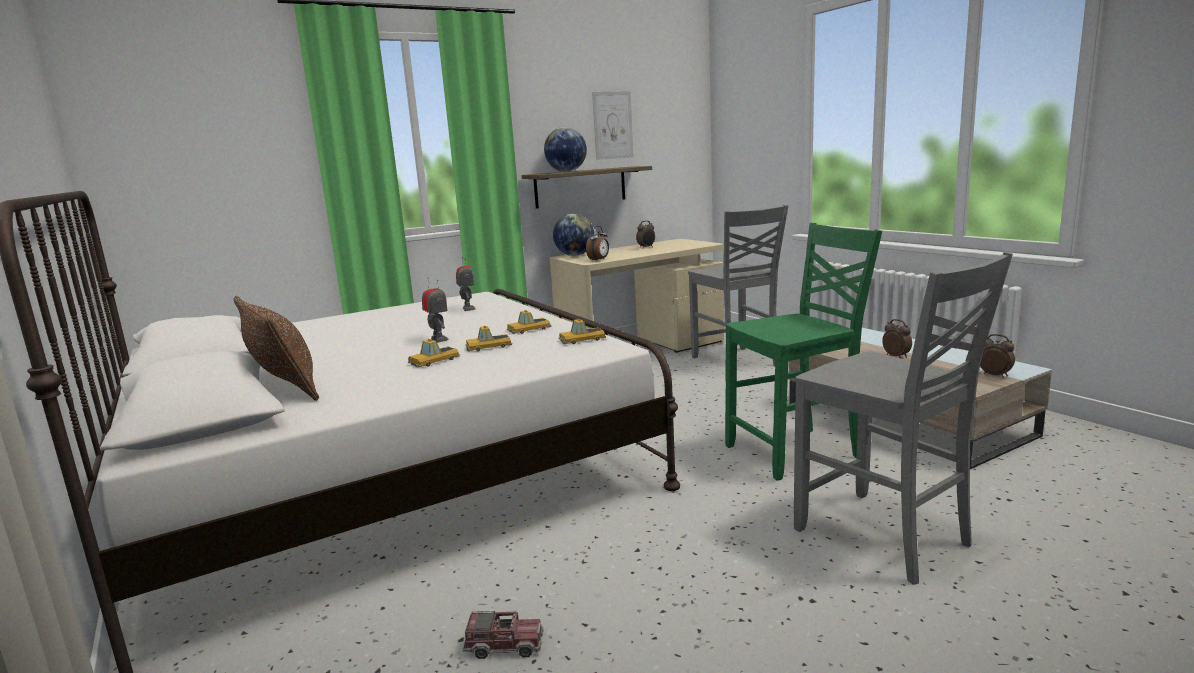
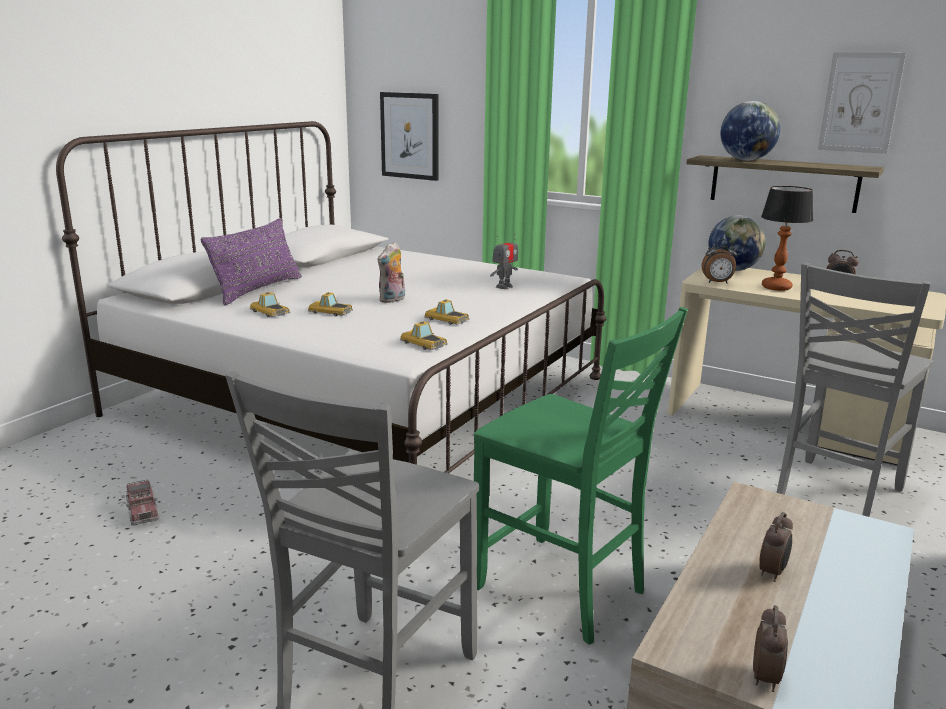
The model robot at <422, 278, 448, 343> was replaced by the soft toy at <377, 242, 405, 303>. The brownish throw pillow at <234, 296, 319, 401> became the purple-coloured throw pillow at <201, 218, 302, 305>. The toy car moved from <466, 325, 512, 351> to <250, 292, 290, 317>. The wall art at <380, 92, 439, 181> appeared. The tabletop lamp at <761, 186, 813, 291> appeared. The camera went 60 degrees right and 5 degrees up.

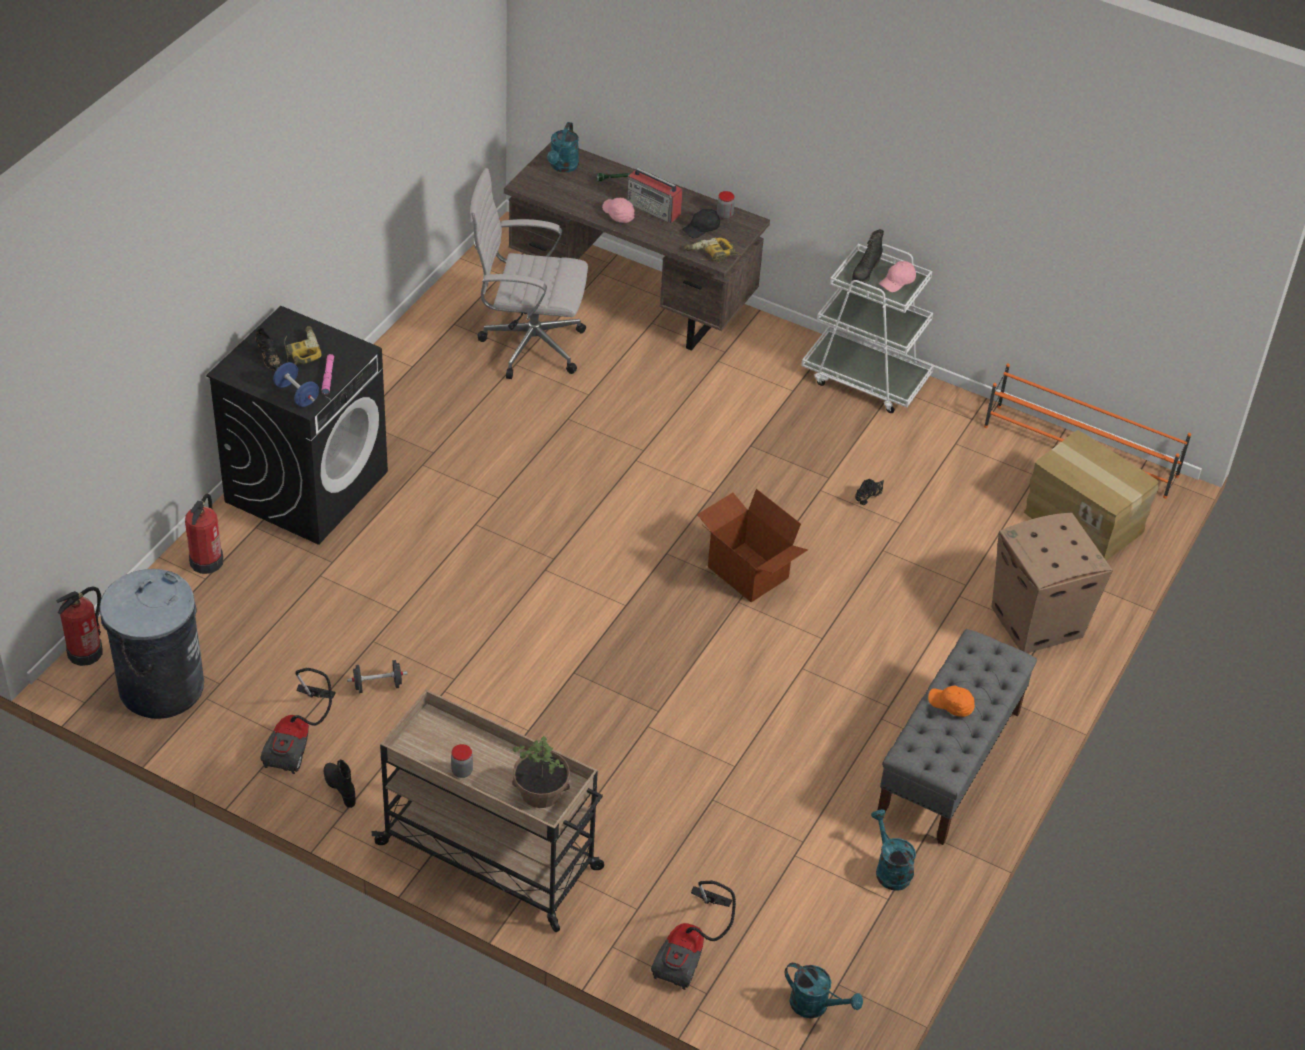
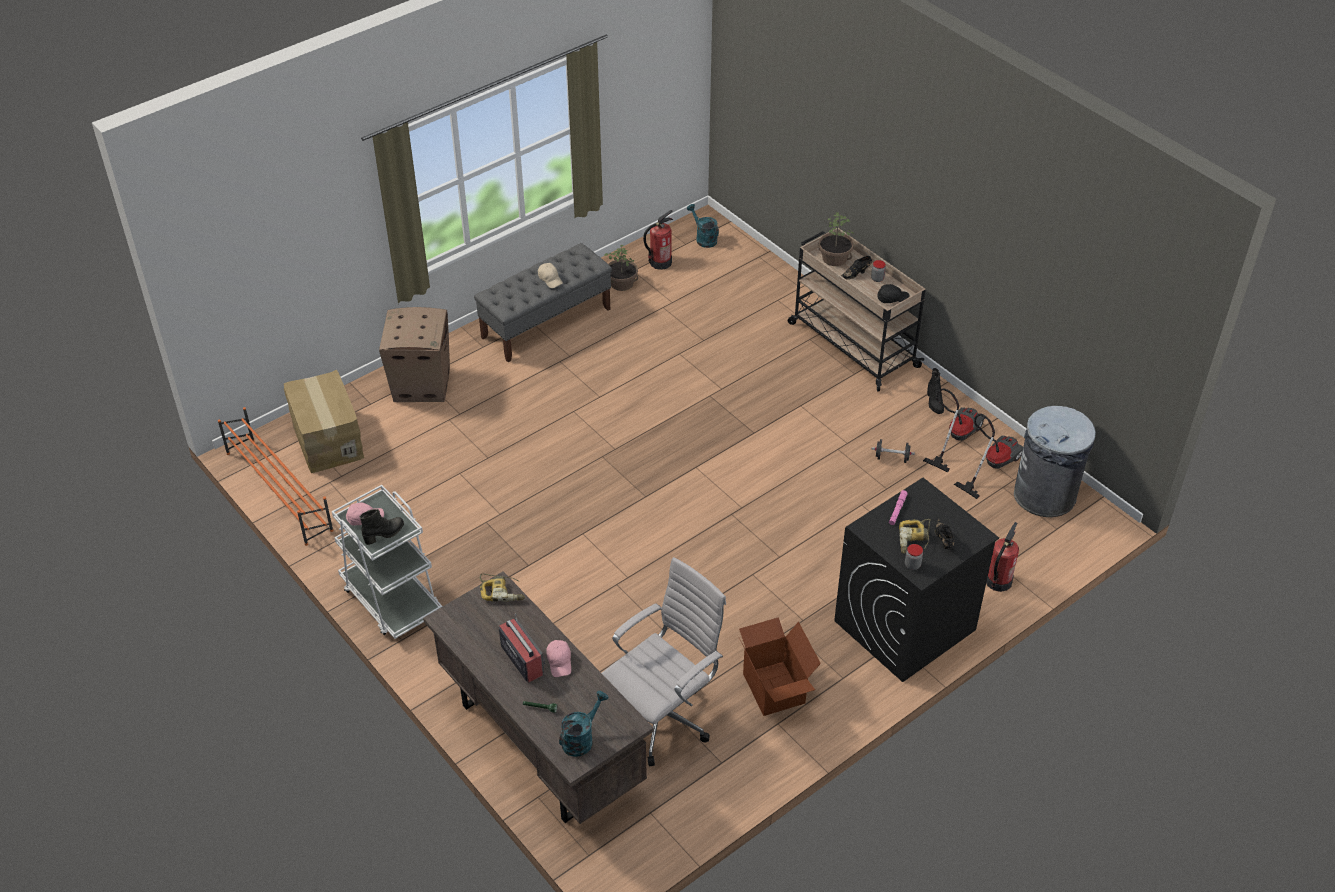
The white office chair at <469, 168, 588, 379> turned 75 degrees counterclockwise. The jar moved from <717, 191, 735, 219> to <905, 544, 923, 570>. The black peaked cap moved from <682, 209, 720, 238> to <877, 284, 910, 303>. The bluish free weight at <273, 362, 319, 407> disappeared. The black low shoe moved from <855, 479, 884, 505> to <841, 256, 872, 280>. The cardboard box moved from <697, 489, 808, 602> to <739, 617, 821, 716>. The fire-fighting cylinder moved from <56, 586, 102, 666> to <643, 210, 673, 270>. The orangey peaked cap at <928, 685, 975, 717> became the beige peaked cap at <538, 263, 563, 288>. The turquoise watering pot at <871, 809, 916, 891> was replaced by the houseplant at <605, 244, 638, 291>. The vacuum cleaner moved from <651, 880, 736, 990> to <954, 414, 1023, 499>. The camera went 155 degrees left and 0 degrees up.

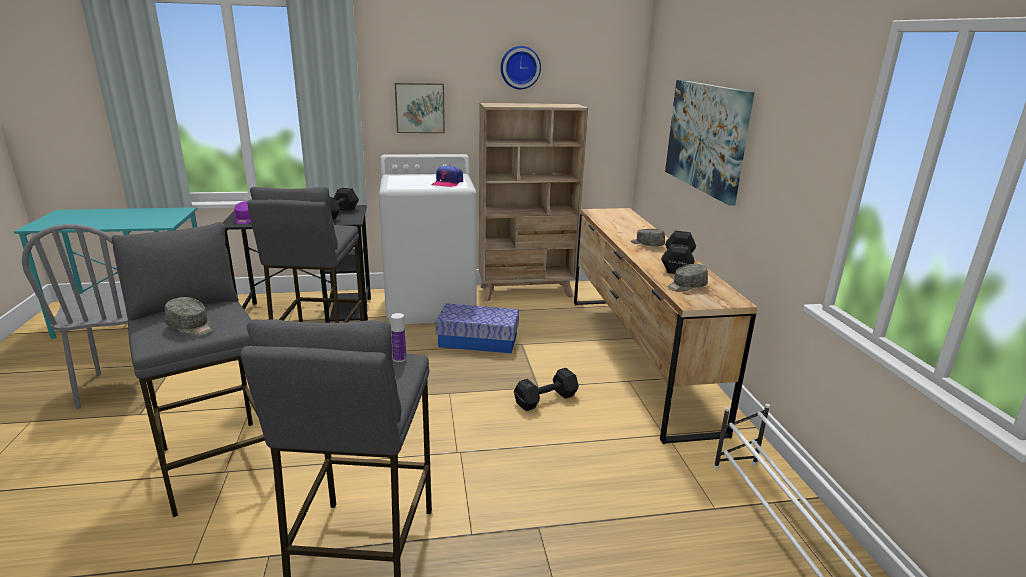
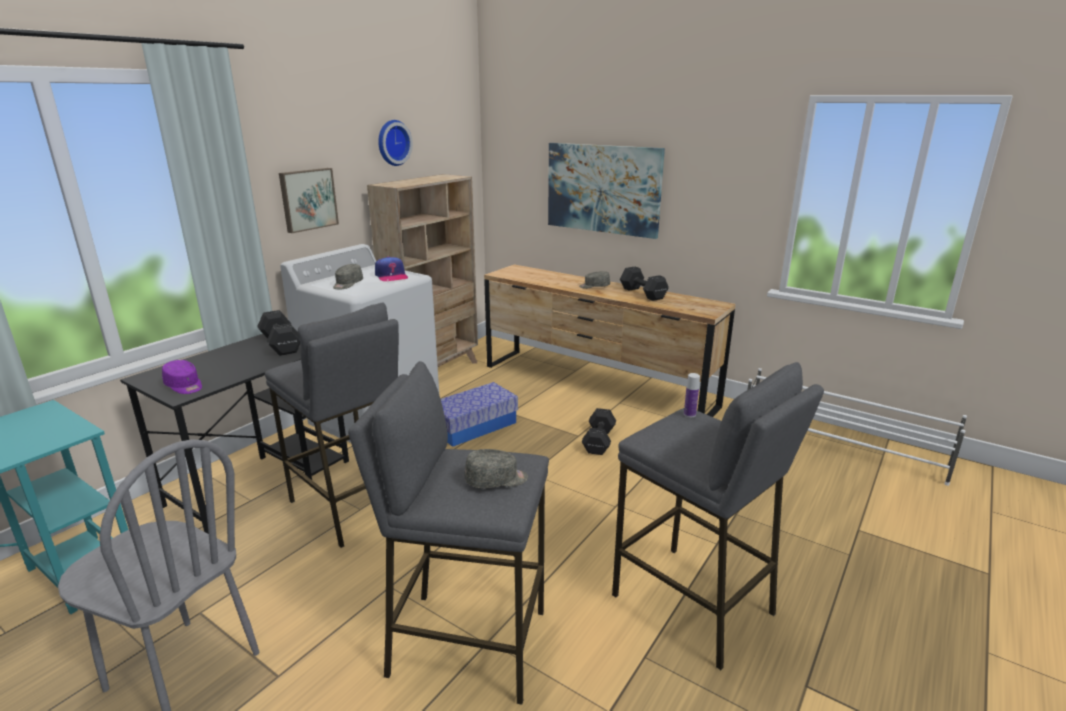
The greyish peaked cap moved from <668, 264, 708, 292> to <333, 264, 363, 289>. The camera went 45 degrees left and 0 degrees up.

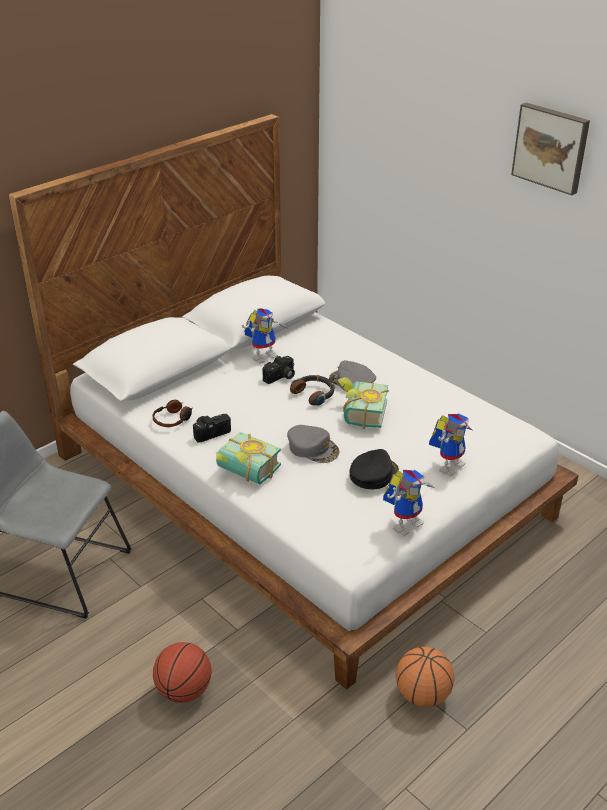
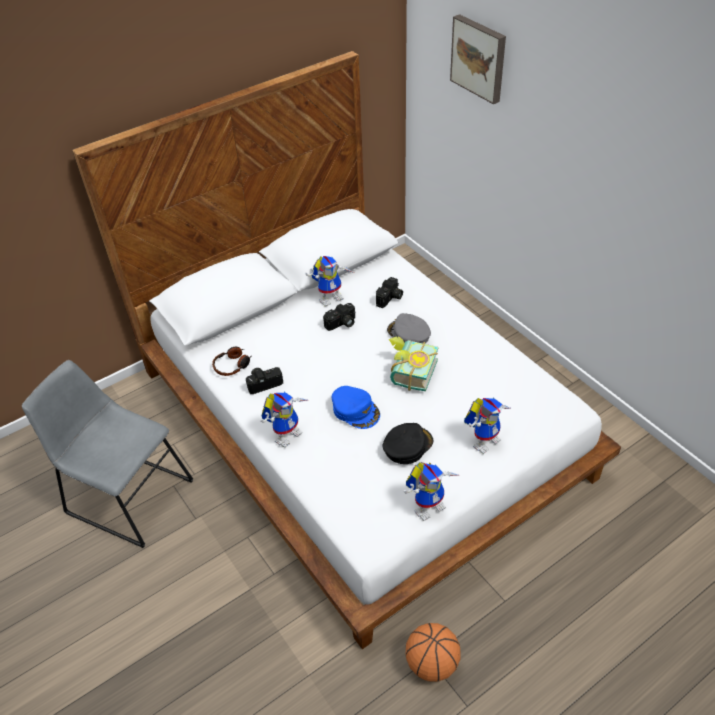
The wall art moved from <511, 102, 590, 195> to <450, 14, 506, 104>. The headset at <290, 375, 335, 406> disappeared. The greyish peaked cap at <287, 425, 339, 463> became the bluish peaked cap at <332, 386, 380, 429>. The bound book at <216, 432, 281, 484> was replaced by the model robot at <260, 392, 307, 448>. The basketball ball at <153, 642, 211, 703> disappeared. The still camera at <376, 277, 403, 308> appeared. The camera went 10 degrees right and 10 degrees up.

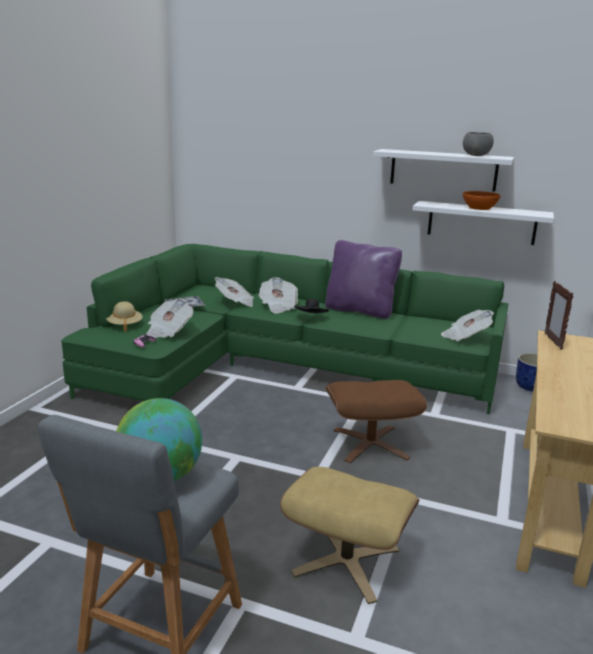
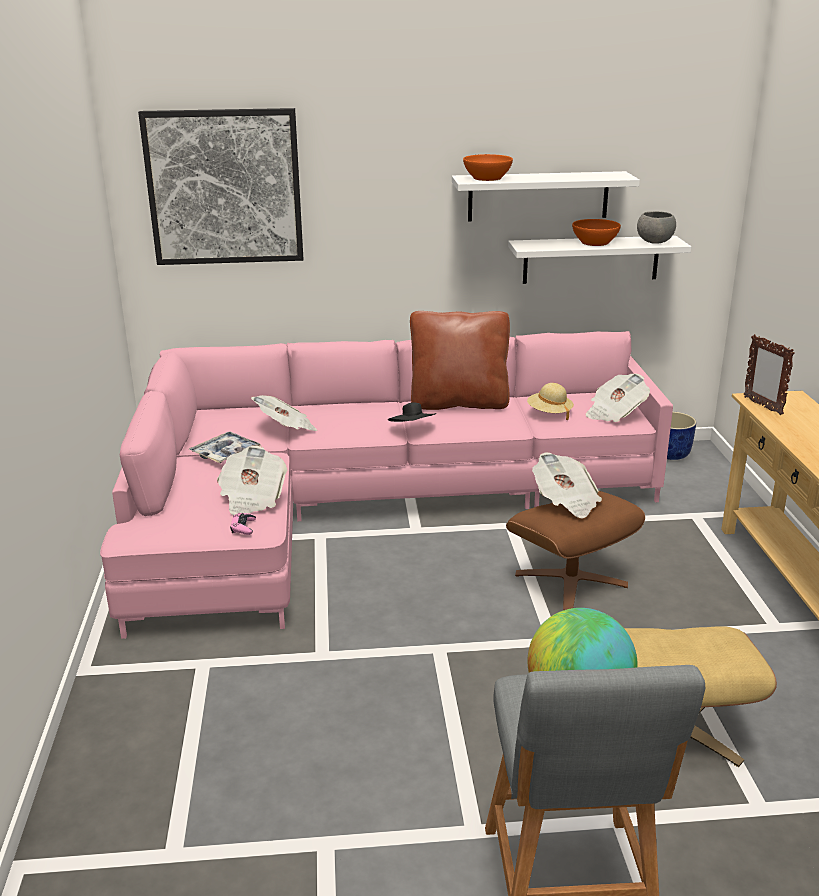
The greyish bowl moved from <463, 132, 494, 156> to <637, 211, 676, 244>. The purple-coloured throw pillow at <325, 240, 402, 319> became the brownish throw pillow at <410, 311, 510, 410>. The green-coloured sofa at <61, 244, 508, 414> became the pinkish sofa at <100, 331, 673, 639>. The newspaper moved from <258, 277, 298, 314> to <532, 452, 602, 519>. The beige wearable hat moved from <106, 301, 143, 332> to <527, 383, 574, 420>. The wall art at <138, 108, 303, 265> appeared. The orangey bowl at <463, 154, 513, 181> appeared. The camera went 25 degrees left and 5 degrees up.

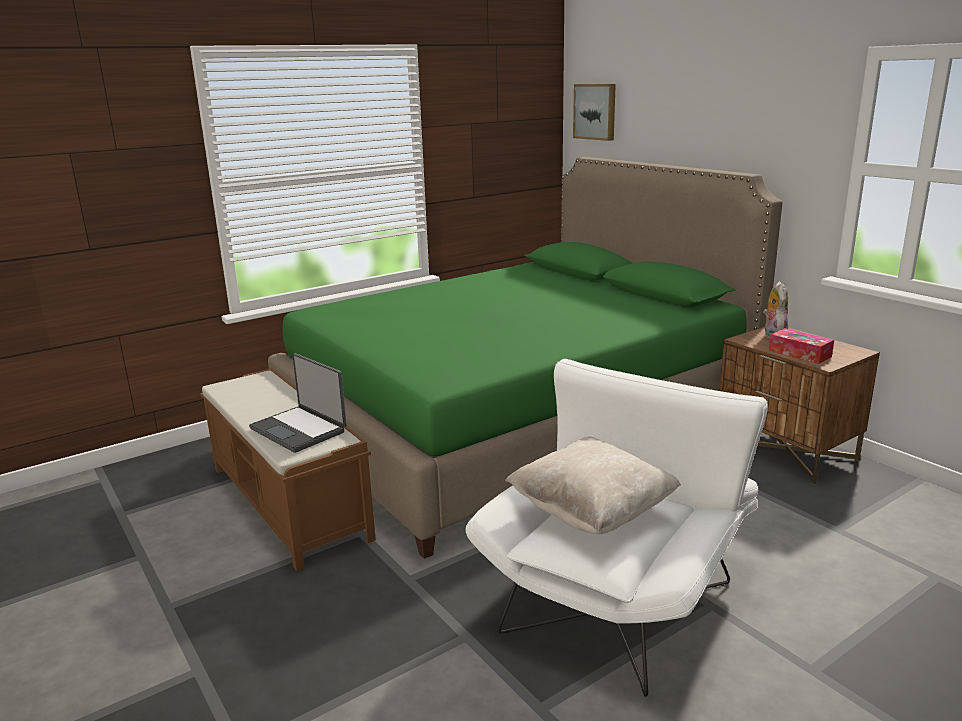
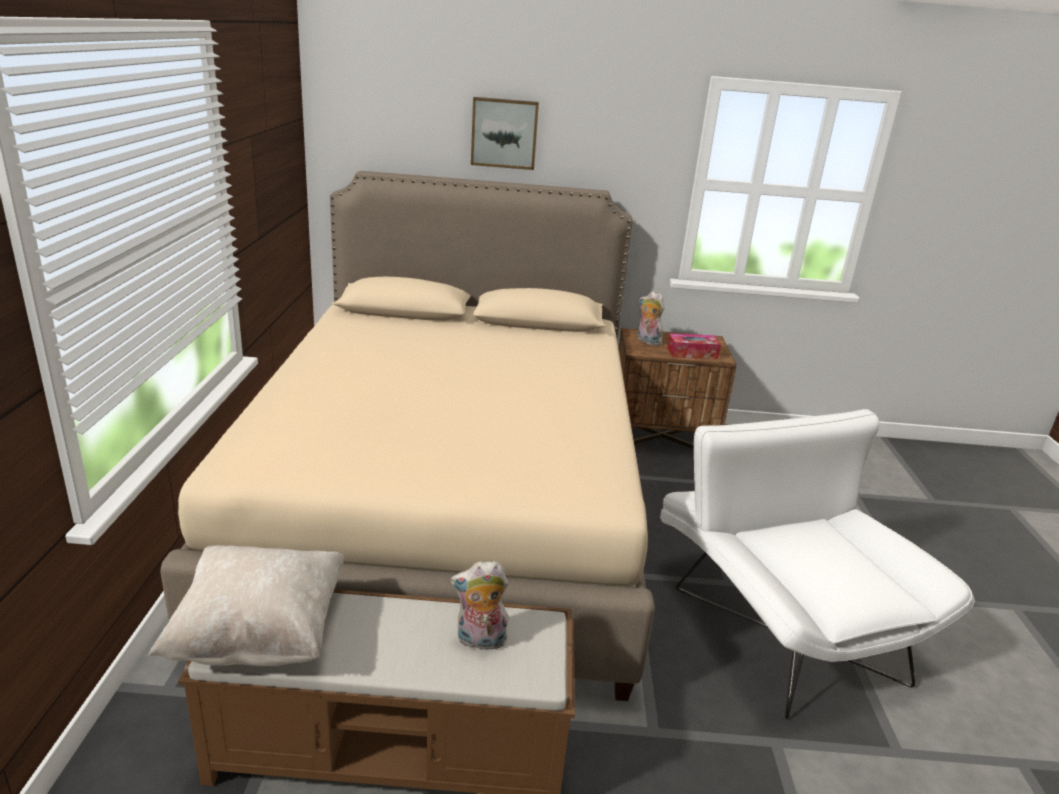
The wall art moved from <573, 84, 616, 141> to <471, 97, 539, 170>. The green-coloured bedroom bed at <268, 157, 783, 559> became the beige bedroom bed at <160, 171, 655, 701>. The laptop at <249, 353, 347, 453> was replaced by the soft toy at <450, 561, 509, 650>. The beige throw pillow moved from <505, 437, 681, 534> to <148, 545, 345, 666>. The camera went 55 degrees left and 5 degrees up.

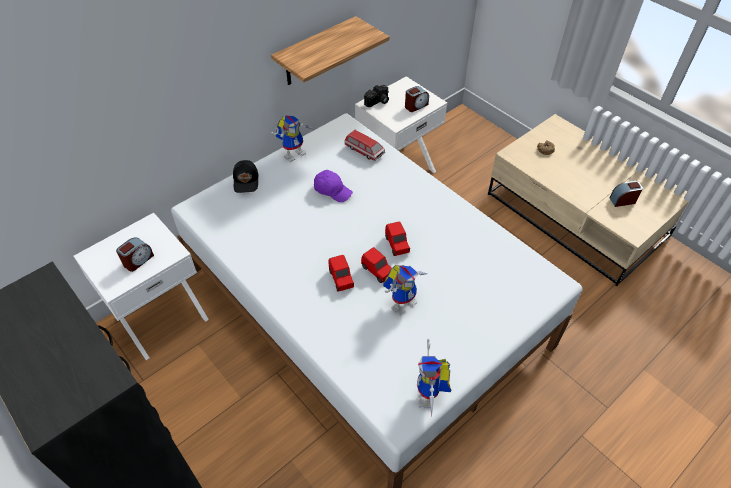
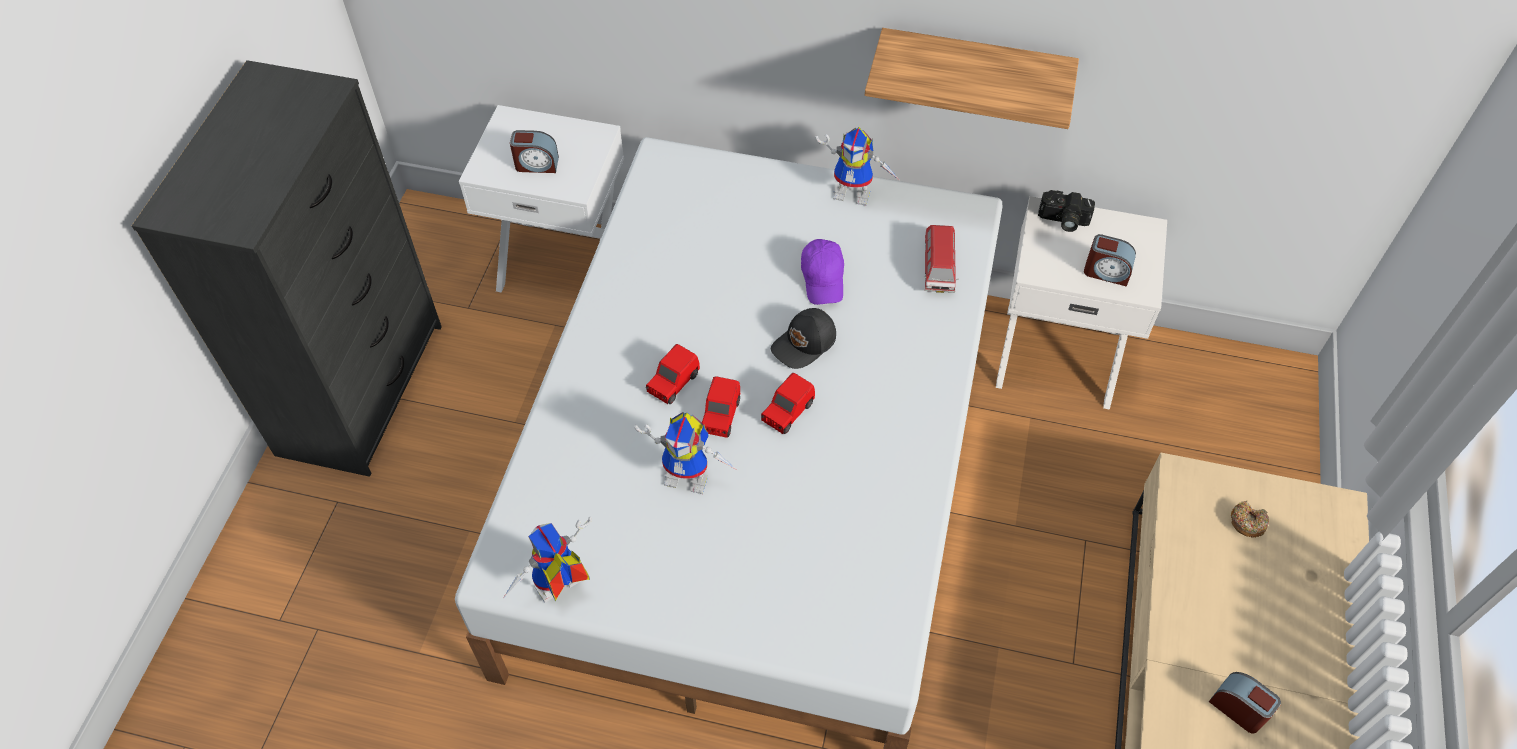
The black peaked cap moved from <233, 160, 259, 193> to <771, 308, 836, 369>. The camera went 55 degrees right and 5 degrees up.

